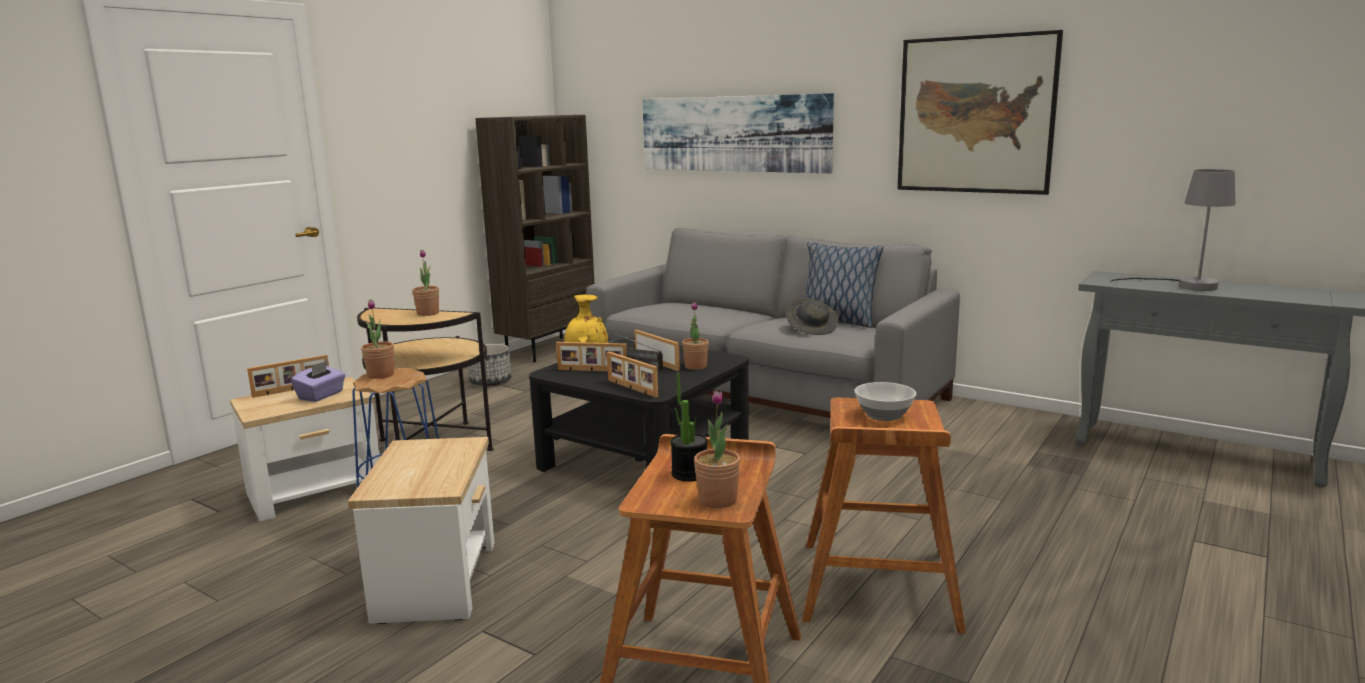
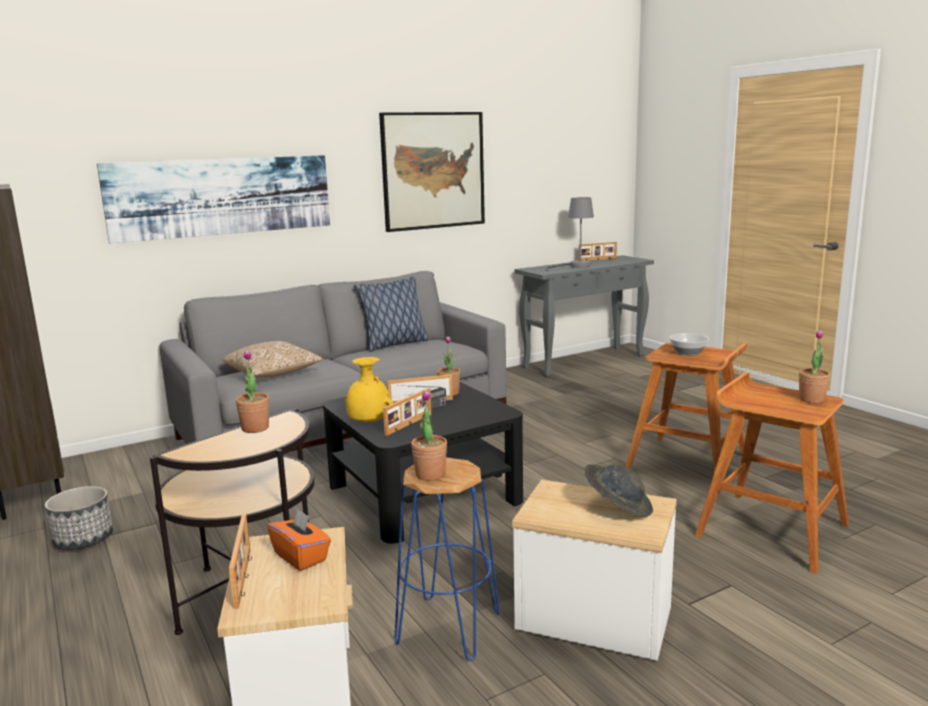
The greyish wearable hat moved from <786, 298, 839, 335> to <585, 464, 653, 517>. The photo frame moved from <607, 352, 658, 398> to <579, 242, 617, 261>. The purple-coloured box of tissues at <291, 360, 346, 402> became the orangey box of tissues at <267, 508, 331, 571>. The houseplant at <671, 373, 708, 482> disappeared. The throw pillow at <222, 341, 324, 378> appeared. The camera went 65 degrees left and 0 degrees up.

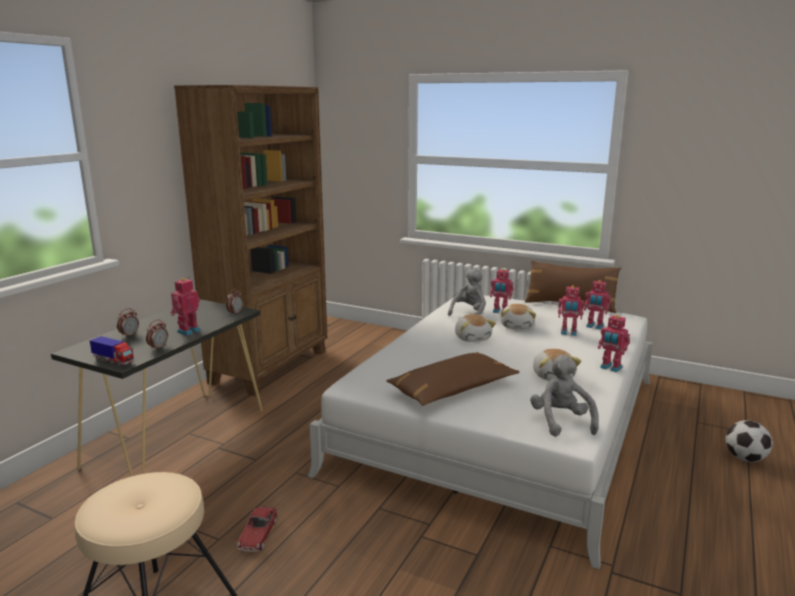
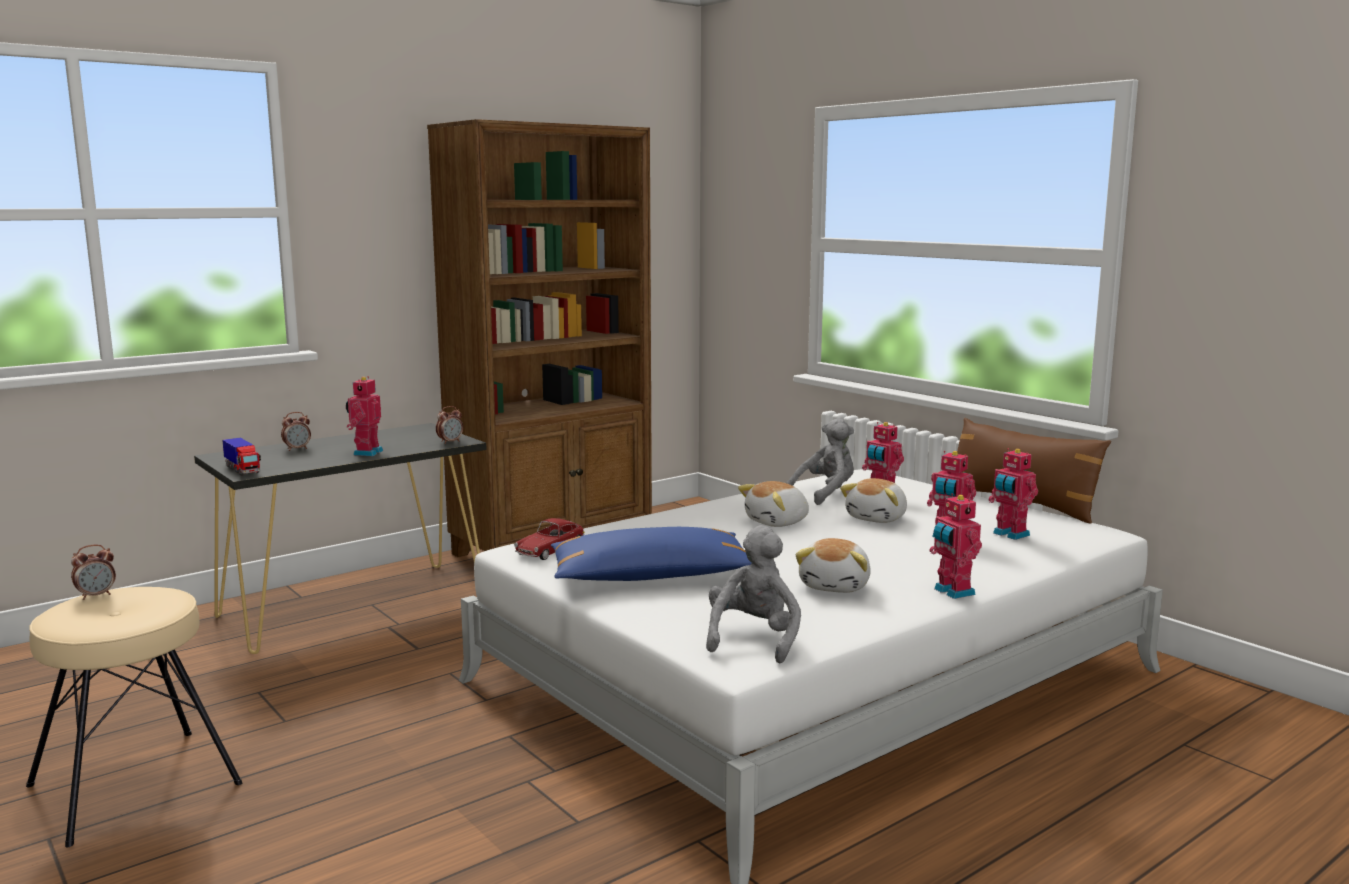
The model robot at <171, 277, 201, 335> turned 45 degrees counterclockwise. The soft toy at <455, 314, 496, 342> turned 45 degrees clockwise. The table clock moved from <146, 319, 168, 351> to <71, 545, 116, 600>. The brownish throw pillow at <386, 352, 519, 406> became the bluish throw pillow at <551, 527, 752, 581>. The football ball at <726, 420, 773, 462> disappeared. The toy car moved from <237, 506, 278, 552> to <514, 518, 585, 560>. The camera went 25 degrees right and 5 degrees down.

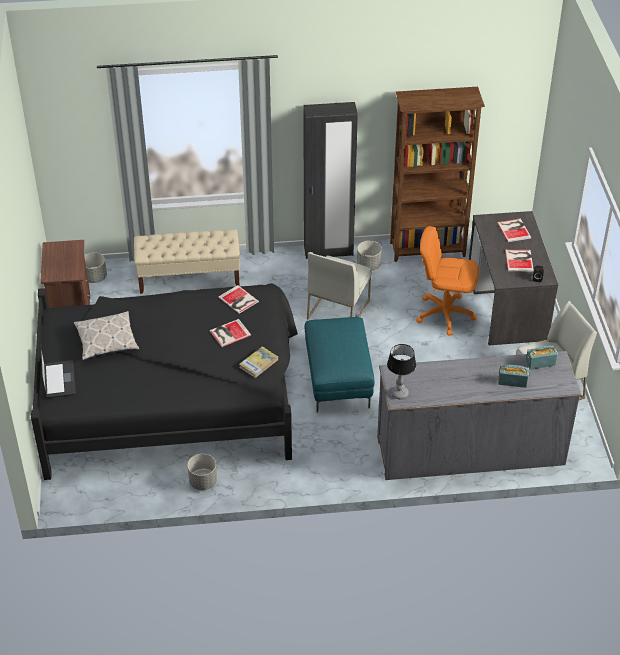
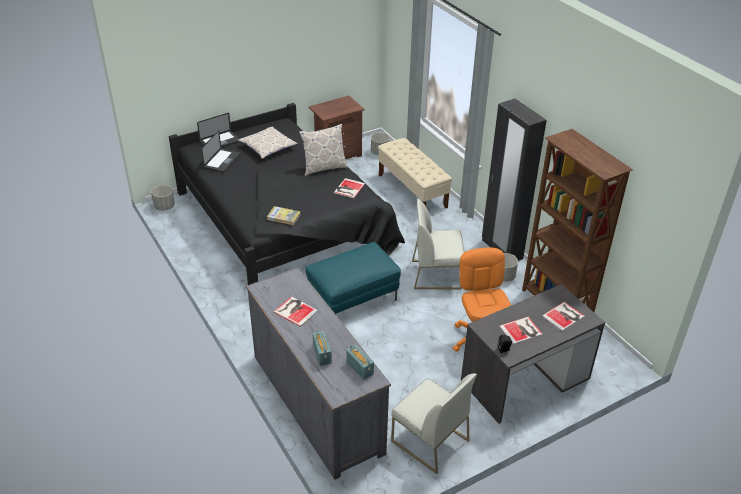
The bound book moved from <210, 319, 251, 347> to <274, 296, 318, 327>. The tabletop lamp at <387, 344, 416, 399> disappeared. The greyish planter moved from <187, 454, 217, 490> to <151, 185, 175, 211>. The throw pillow at <299, 124, 348, 176> appeared. The laptop at <201, 130, 240, 172> appeared. The camera went 65 degrees right and 5 degrees down.

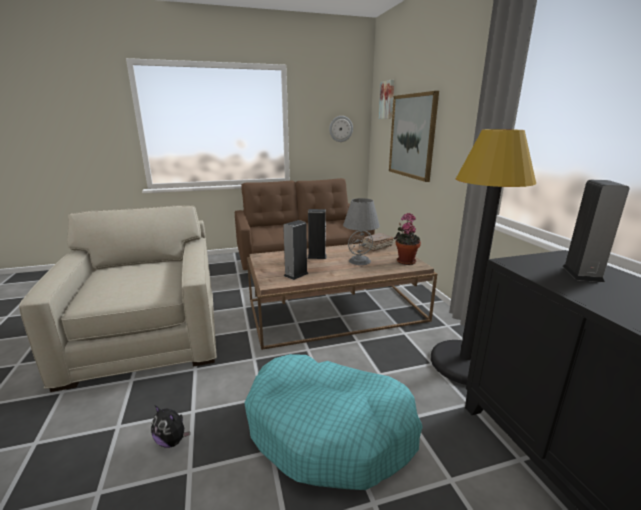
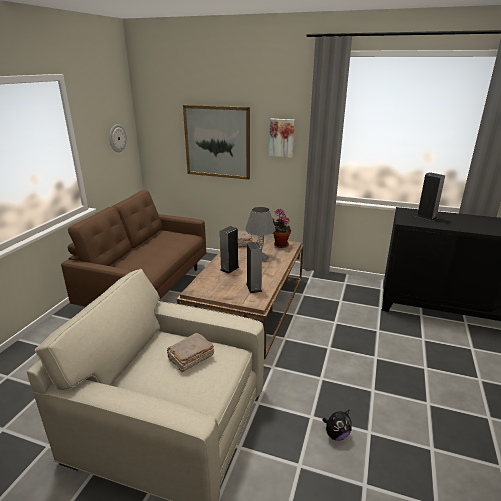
The wall art moved from <379, 80, 394, 119> to <269, 119, 295, 158>. The black floor lamp at <431, 129, 536, 385> disappeared. The turquoise dog cushion at <244, 354, 423, 490> disappeared. The brownish bound book at <167, 333, 214, 372> appeared. The camera went 55 degrees left and 5 degrees up.

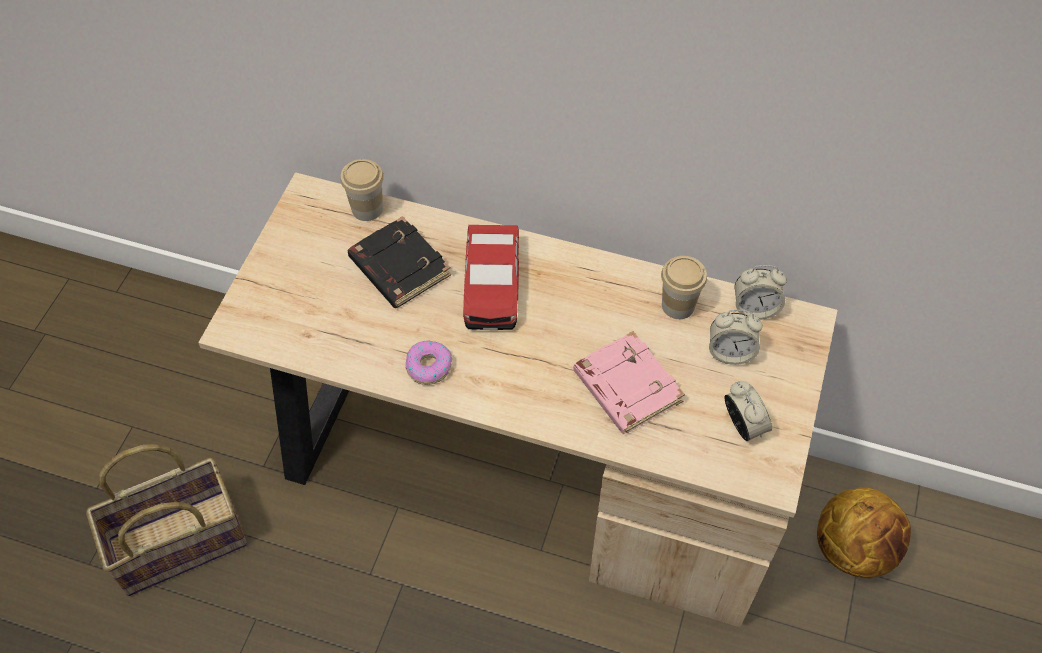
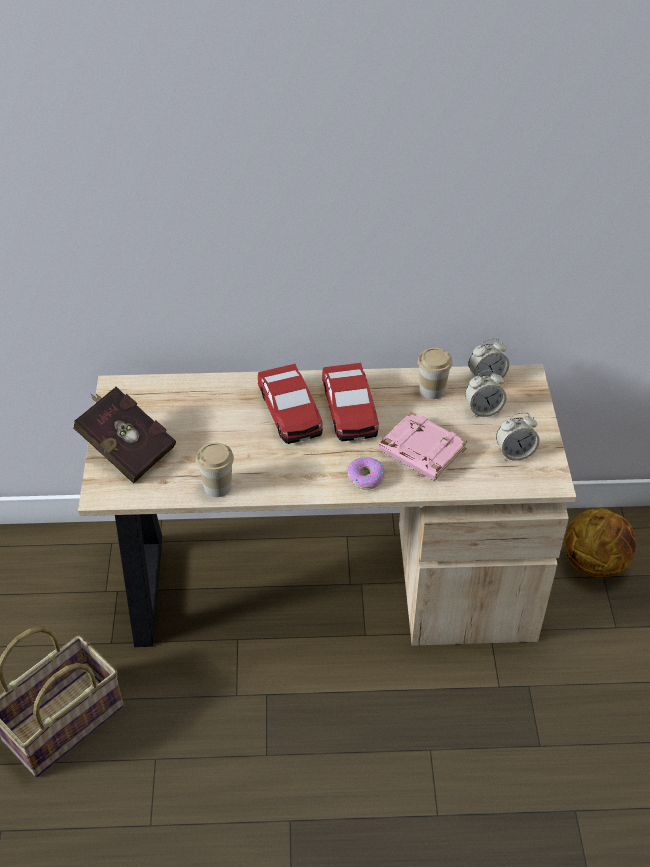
The cup moved from <340, 159, 384, 221> to <196, 443, 234, 497>. The black bound book at <348, 216, 451, 308> disappeared. The ring doughnut moved from <406, 341, 452, 385> to <347, 457, 384, 490>. The table clock at <725, 381, 772, 441> turned 120 degrees clockwise. The toy car at <322, 363, 379, 441> appeared. The red-coloured bound book at <73, 387, 176, 484> appeared. The camera went 20 degrees left and 10 degrees down.

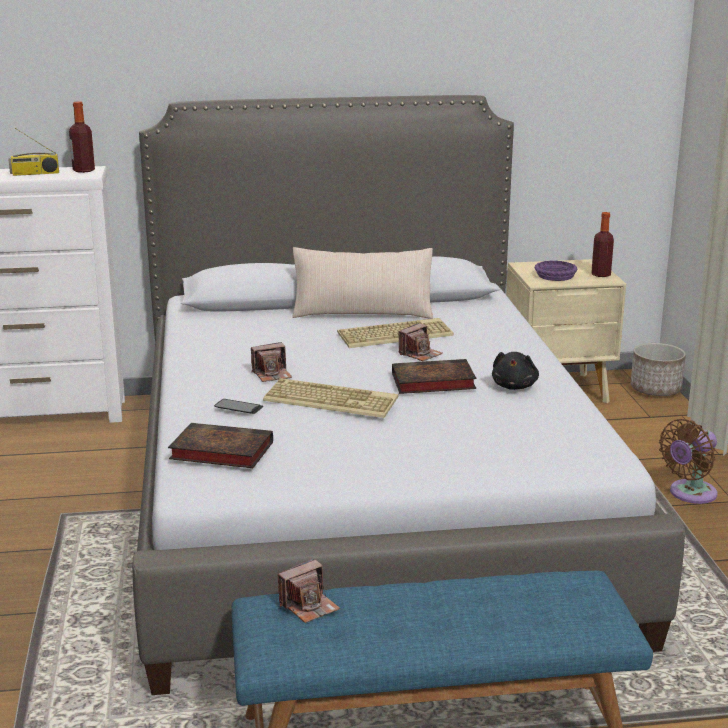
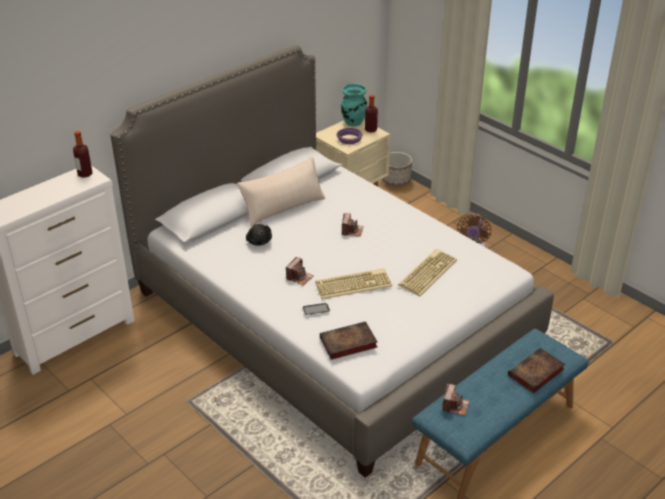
The radio receiver at <8, 128, 59, 176> disappeared. The PC keyboard moved from <337, 318, 454, 348> to <398, 249, 457, 297>. The black soft toy moved from <492, 352, 539, 390> to <246, 224, 272, 246>. The bound book moved from <392, 359, 476, 394> to <508, 348, 565, 393>. The turquoise decorative vase at <341, 83, 367, 126> appeared. The camera went 35 degrees left and 15 degrees up.

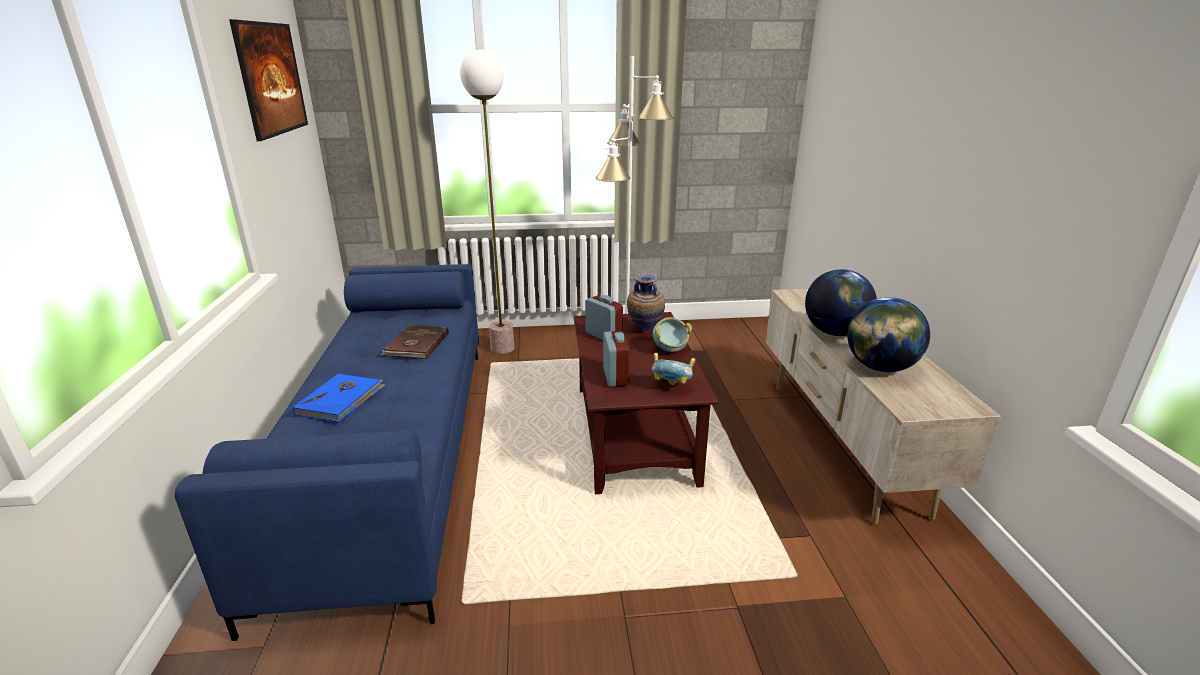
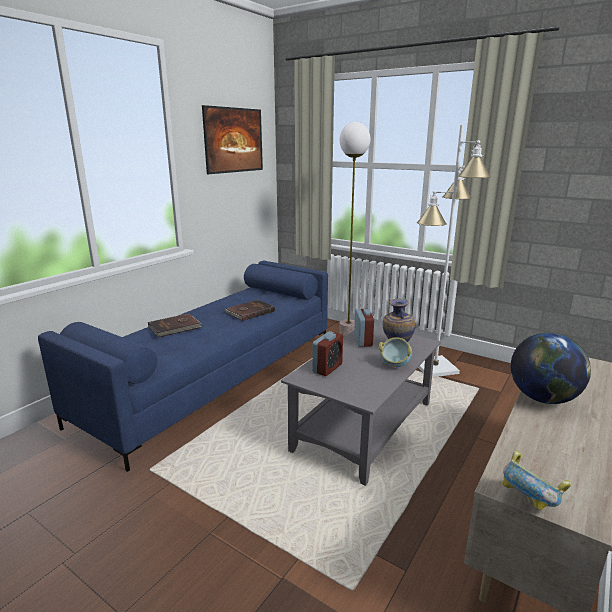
The world globe at <847, 297, 930, 372> disappeared. The brownish coffee table at <574, 312, 719, 494> became the greyish coffee table at <281, 325, 441, 486>. The bowl moved from <652, 353, 695, 385> to <502, 450, 571, 510>. The bluish bound book at <293, 374, 385, 423> became the brownish bound book at <148, 313, 202, 338>. The camera went 40 degrees right and 5 degrees down.

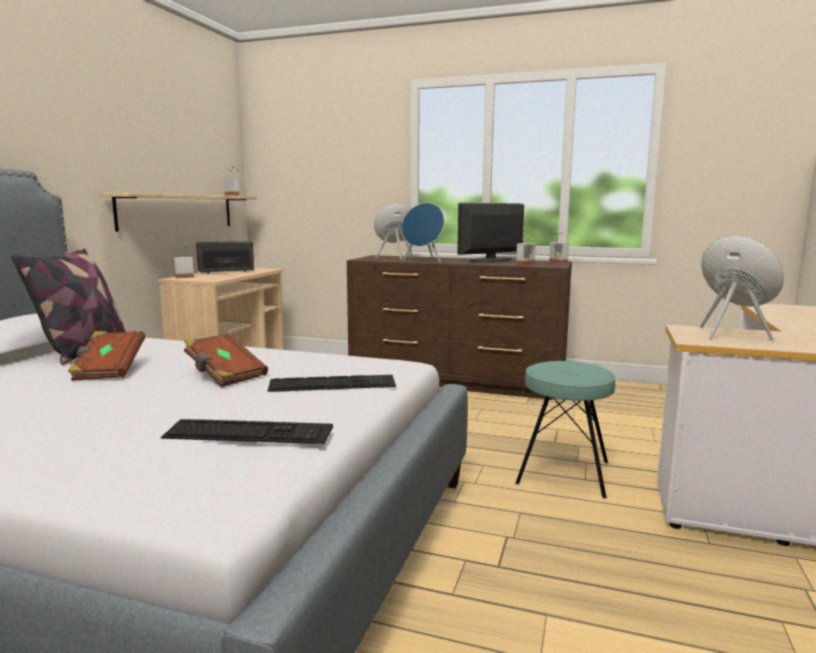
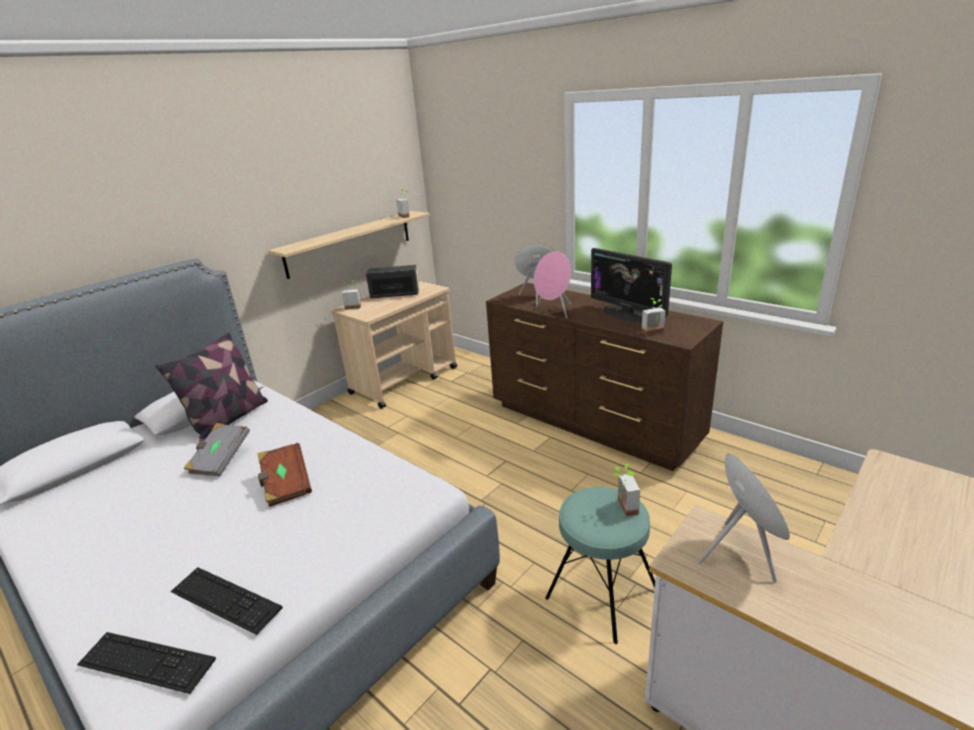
The bluish loudspeaker at <402, 203, 444, 263> became the pinkish loudspeaker at <534, 251, 571, 318>. The computer display at <457, 203, 524, 263> turned 120 degrees counterclockwise. The houseplant moved from <549, 230, 569, 264> to <613, 464, 640, 516>. The brownish bound book at <67, 331, 145, 381> became the greyish bound book at <184, 423, 250, 477>. The PC keyboard moved from <268, 375, 396, 392> to <77, 632, 216, 694>. The camera went 25 degrees right and 15 degrees up.

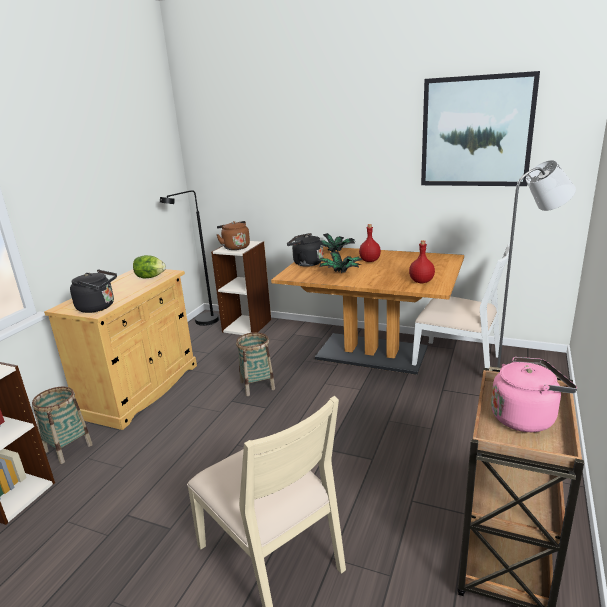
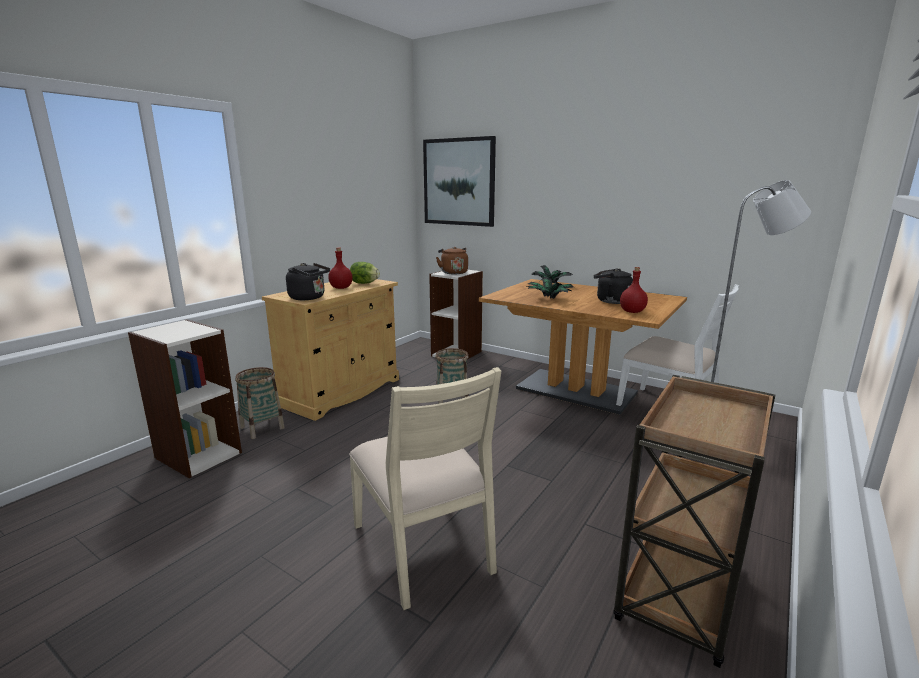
The wall art moved from <421, 71, 540, 186> to <423, 136, 496, 227>. The black floor lamp at <160, 190, 219, 326> disappeared. The red-coloured drink bottle moved from <359, 224, 381, 262> to <328, 248, 353, 289>. The black tea kettle moved from <287, 233, 323, 267> to <594, 268, 633, 304>. The pinkish tea kettle at <491, 357, 577, 432> disappeared. The camera went 10 degrees right and 5 degrees down.

